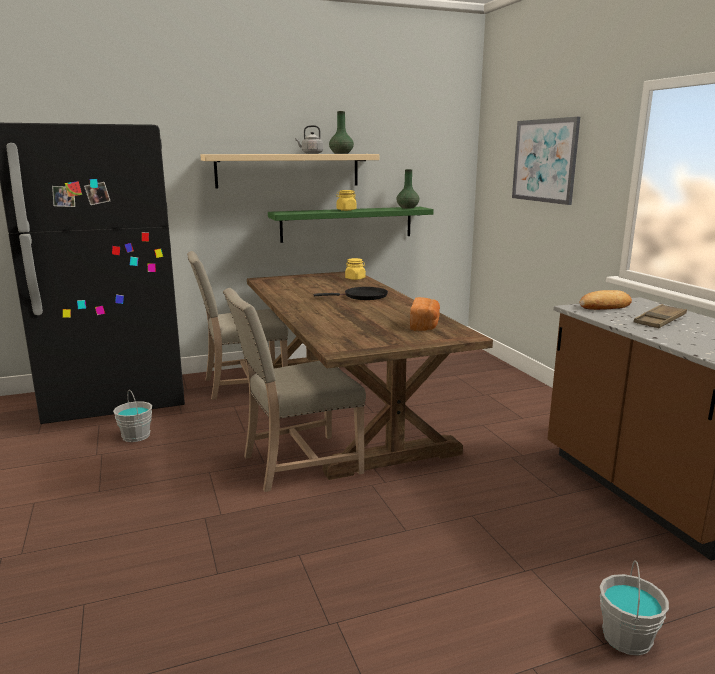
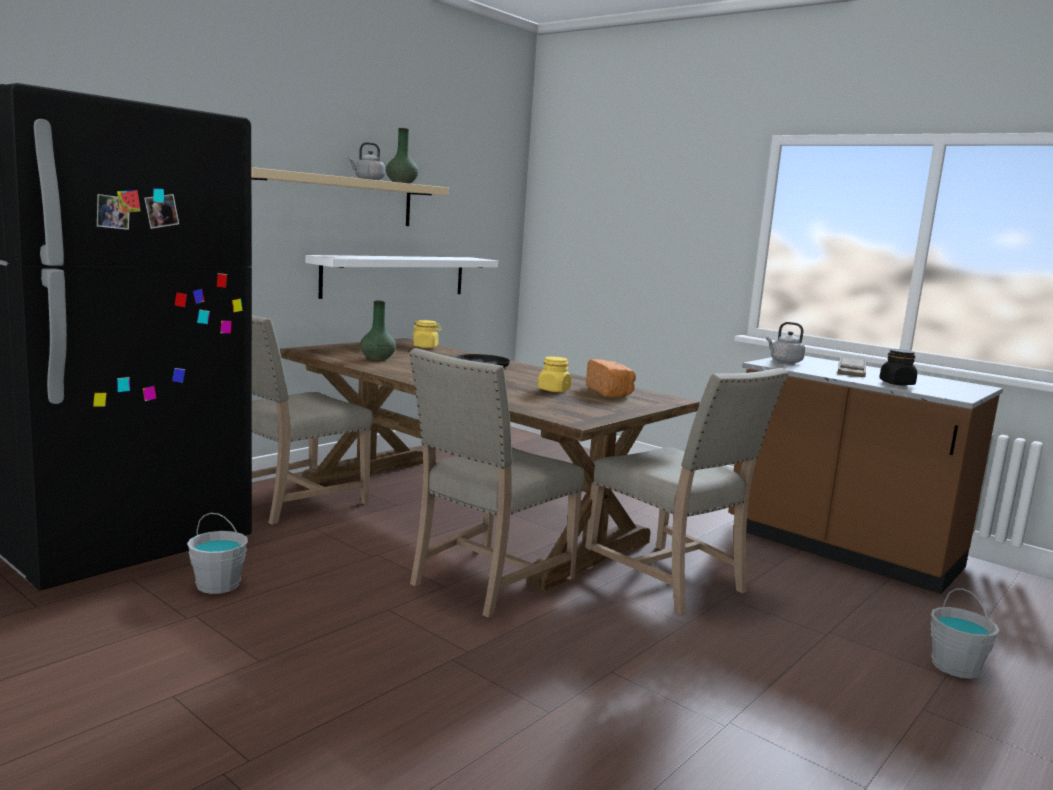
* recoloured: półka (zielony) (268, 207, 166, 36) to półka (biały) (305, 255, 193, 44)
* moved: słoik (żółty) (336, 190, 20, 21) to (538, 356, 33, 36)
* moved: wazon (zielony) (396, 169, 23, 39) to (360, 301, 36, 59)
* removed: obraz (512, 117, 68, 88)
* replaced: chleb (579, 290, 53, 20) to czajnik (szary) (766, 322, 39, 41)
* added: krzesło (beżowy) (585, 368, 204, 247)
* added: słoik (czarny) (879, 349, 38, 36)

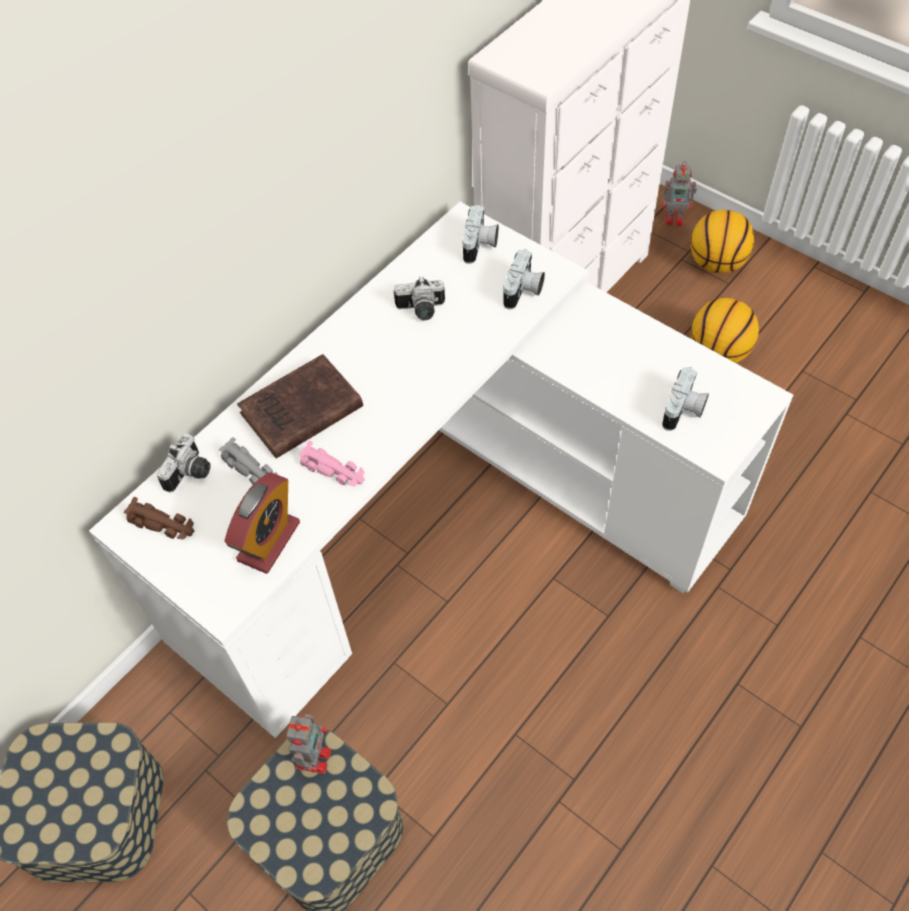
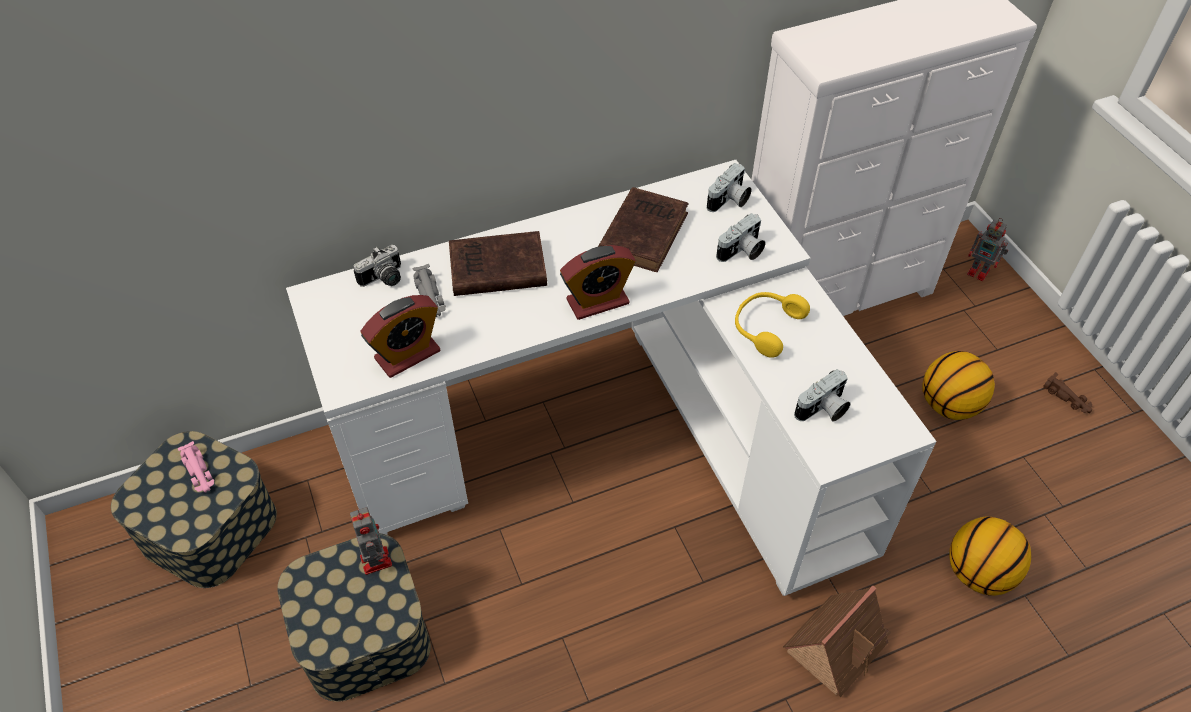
* moved: samochodzik (brązowy) (124, 497, 70, 43) to (1043, 372, 49, 41)
* turned: robot zabawkowy (286, 714, 45, 60) = (350, 507, 42, 68) 60 degrees counterclockwise
* moved: samochodzik (różowy) (299, 441, 66, 46) to (178, 441, 36, 51)
* replaced: aparat fotograficzny (394, 276, 51, 44) to książka (brązowy) (598, 187, 91, 85)
* moved: piłka do koszykówki (691, 210, 63, 63) to (950, 517, 81, 79)
* added: budzik (560, 245, 76, 75)
* added: słuchawki (żółty) (735, 292, 75, 66)
* added: domek (783, 586, 108, 111)

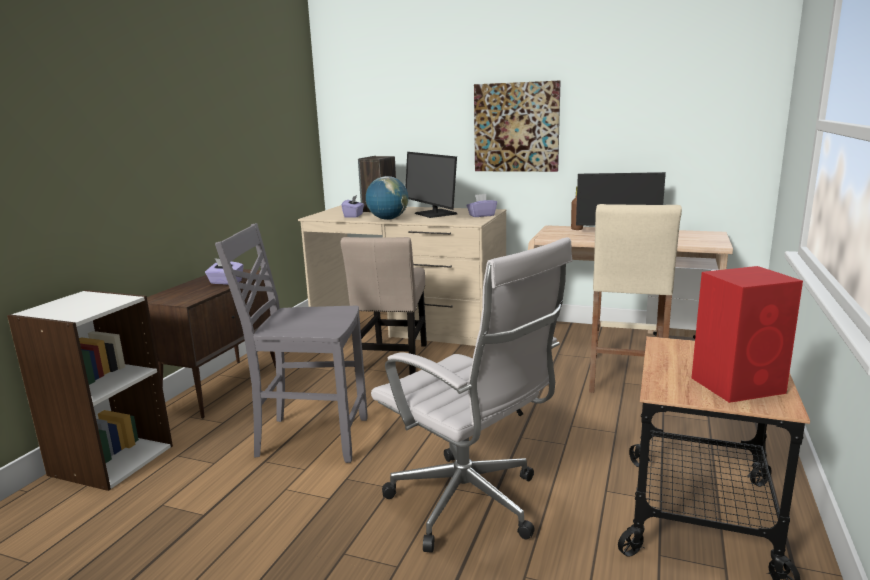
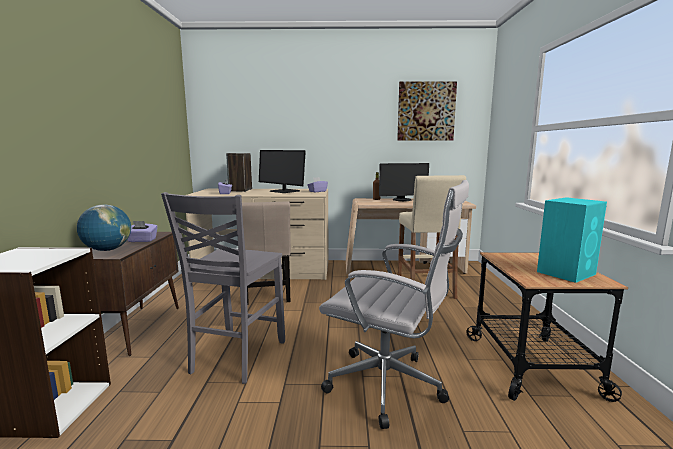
* turned: krzesło (szary) (215, 223, 153, 240) = (161, 192, 124, 192) 60 degrees counterclockwise
* moved: globus (366, 176, 42, 44) to (77, 205, 54, 46)
* moved: obraz (474, 81, 87, 91) to (397, 81, 60, 60)
* recoloured: głośnik (czerwony) (692, 266, 111, 137) to głośnik (turkusowy) (537, 197, 70, 86)

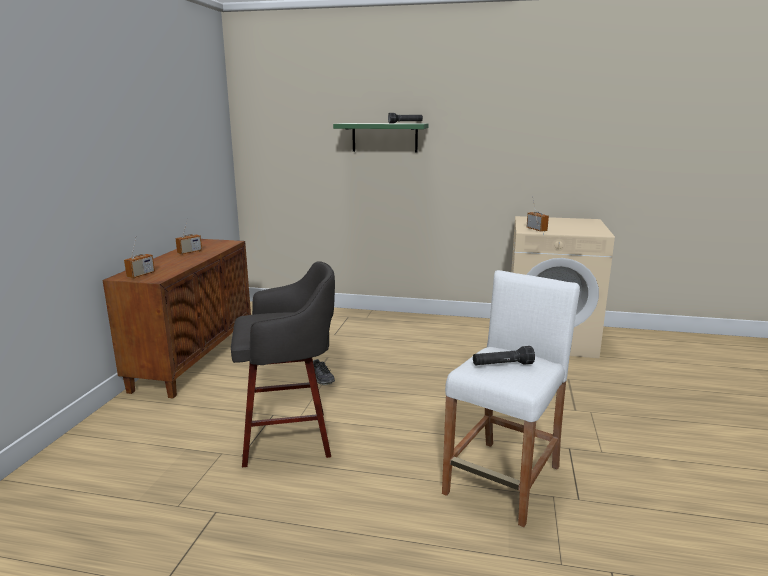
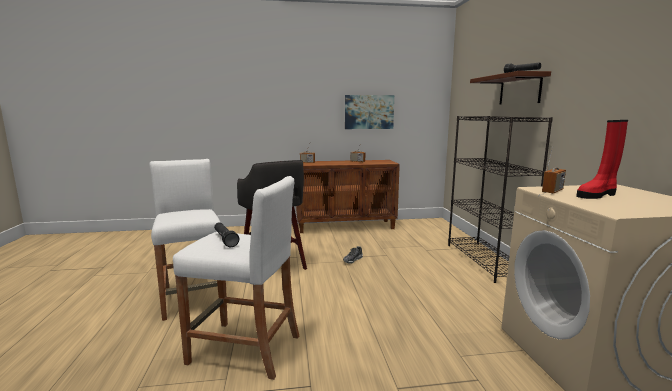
* recoloured: półka (zielony) (333, 123, 96, 30) to półka (brązowy) (470, 71, 81, 33)
* added: stołek (biały) (149, 159, 72, 162)
* added: obraz (345, 95, 49, 34)
* added: regał (czarny) (448, 116, 105, 167)
* added: but z cholewką (czerwony) (576, 120, 52, 79)

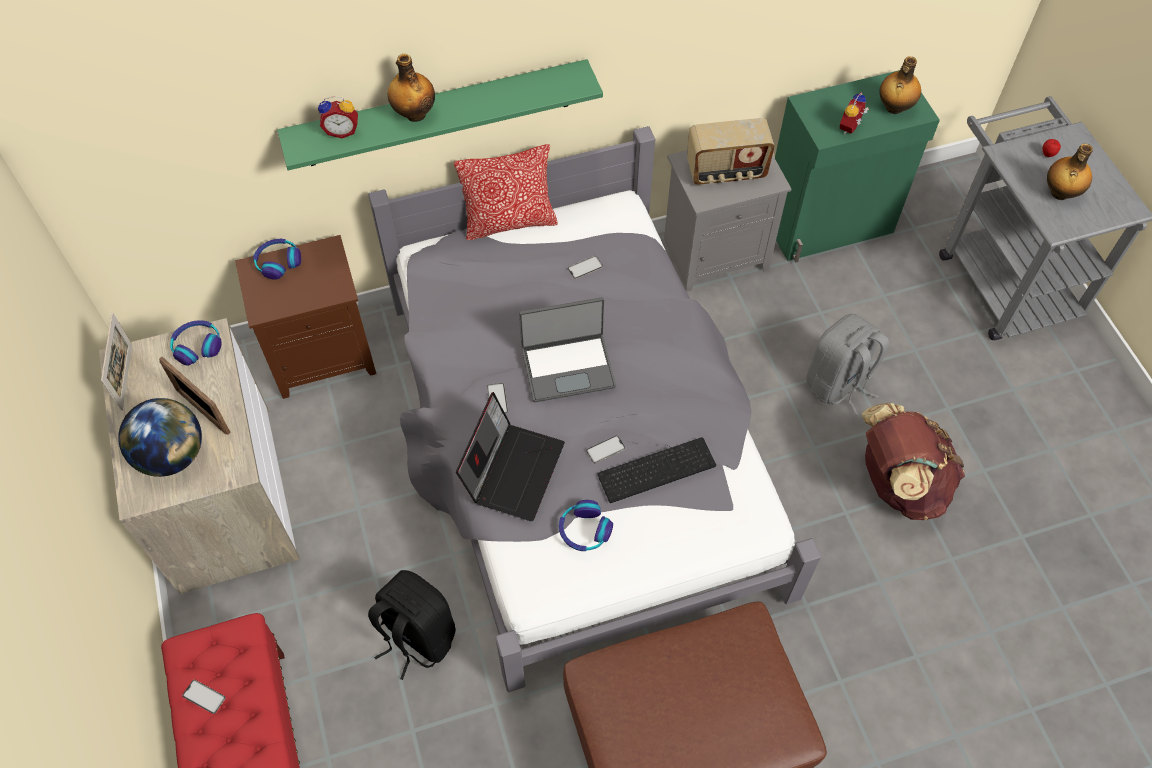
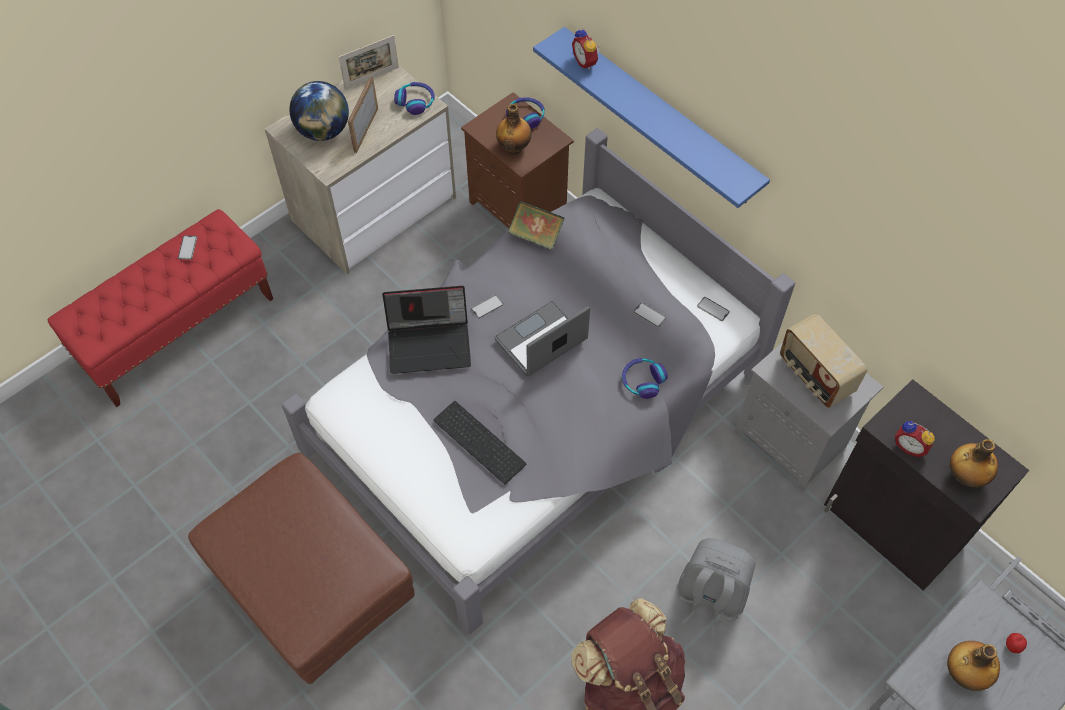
* recoloured: półka (zielony) (277, 59, 326, 111) to półka (niebieski) (533, 27, 237, 181)
* removed: plecak (czarny) (368, 570, 88, 110)
* moved: butelka (388, 54, 47, 68) to (496, 104, 35, 51)
* removed: poduszka (454, 144, 104, 96)
* turned: laptop (519, 297, 97, 105) = (494, 300, 96, 76) 90 degrees clockwise
* moved: słuchawki (559, 500, 54, 51) to (622, 358, 46, 41)
* moved: telefon (586, 435, 39, 29) to (697, 297, 33, 24)
* recoloured: szafka (zielony) (775, 70, 165, 193) to szafka (czarny) (824, 379, 205, 212)
* turned: budzik (840, 92, 29, 42) = (895, 421, 40, 36) 150 degrees counterclockwise
* added: książka (508, 201, 57, 49)

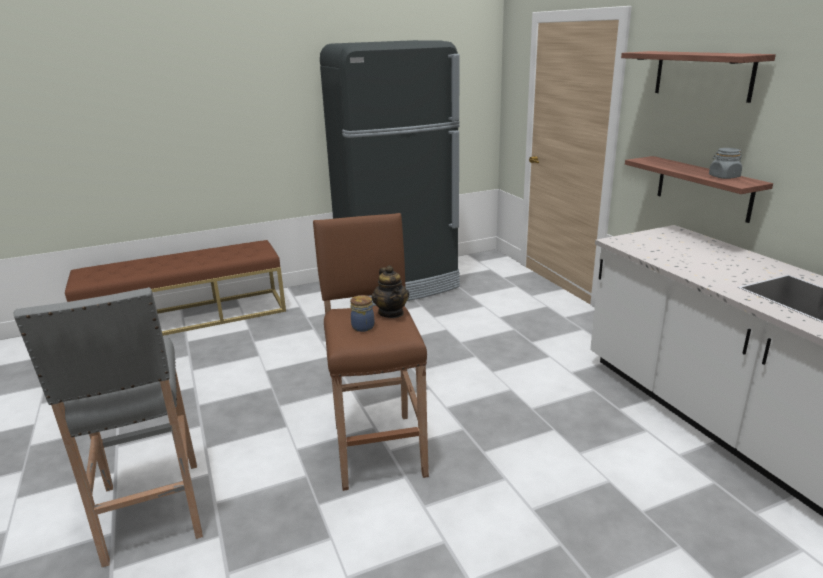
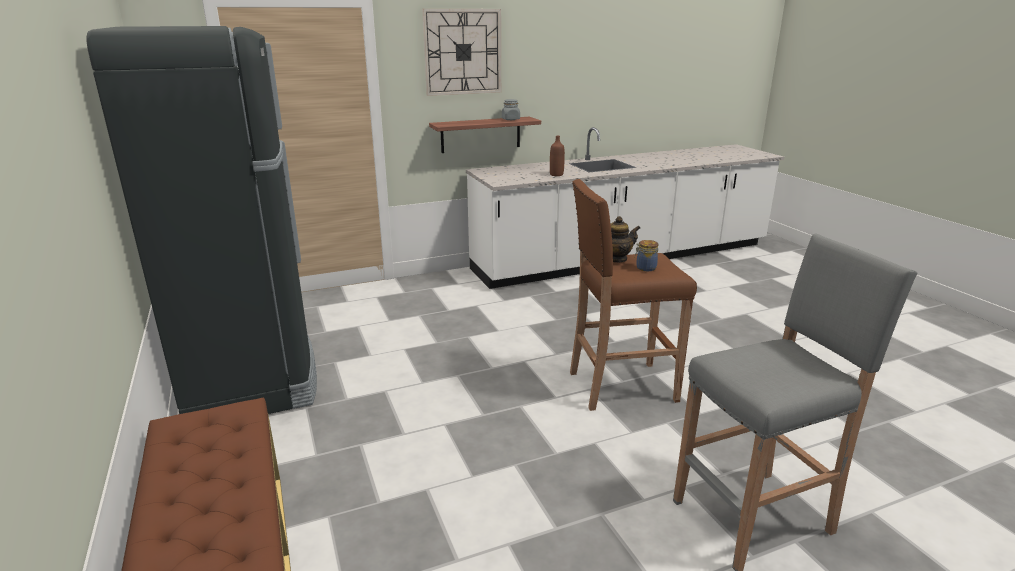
* replaced: półka (621, 51, 155, 52) to zegar ścienny (422, 9, 79, 87)
* added: butelka (brązowy) (550, 136, 15, 40)

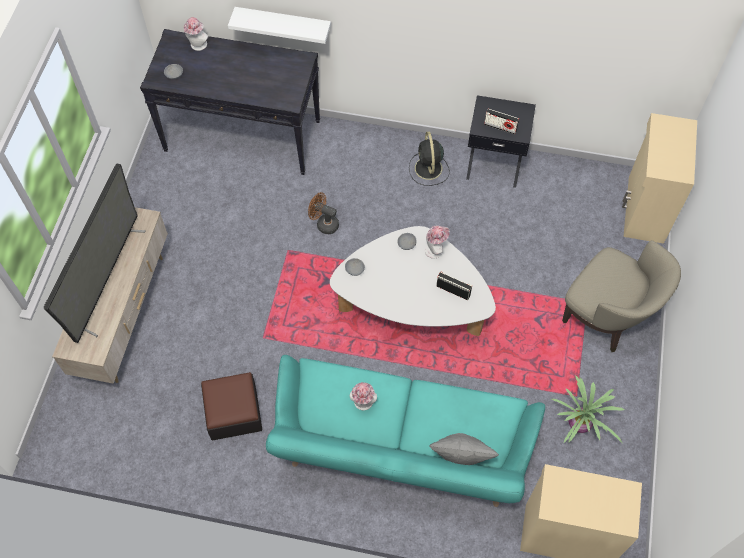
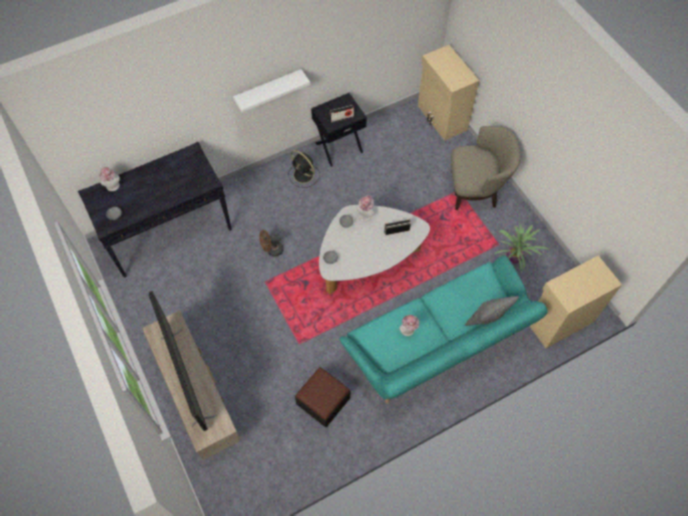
* moved: półka (biały) (228, 7, 103, 37) to (233, 69, 77, 44)

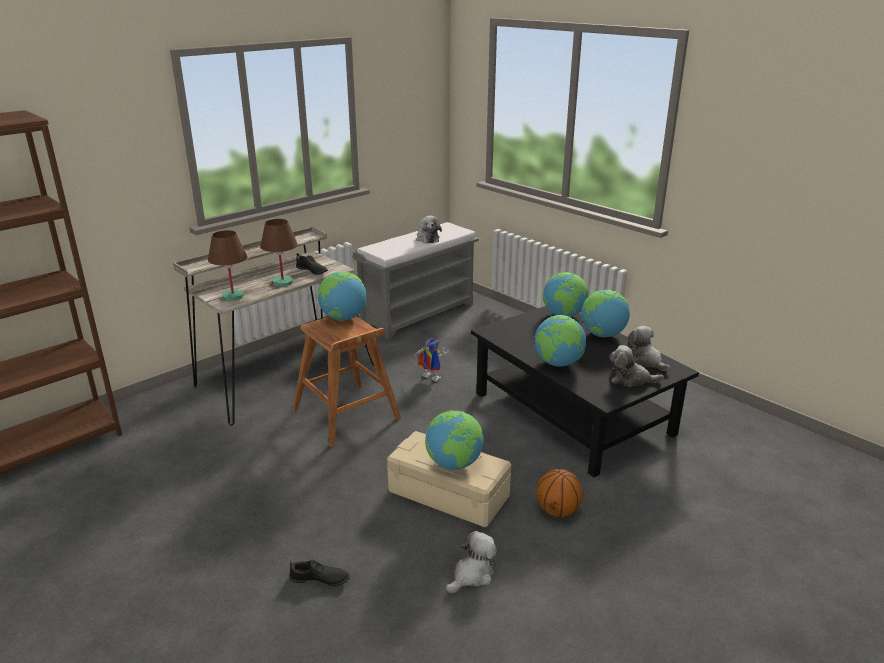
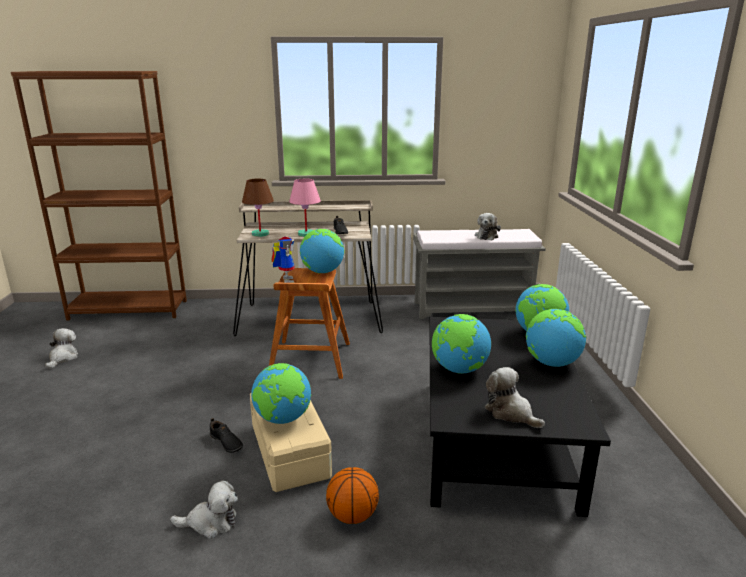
* recoloured: lampa stołowa (brązowy) (260, 219, 38, 68) to lampa stołowa (różowy) (289, 179, 32, 58)
* moved: but (czarny) (289, 560, 61, 26) to (210, 418, 33, 35)
* moved: robot zabawkowy (415, 339, 34, 42) to (271, 237, 24, 46)
* moved: pluszak (627, 326, 43, 45) to (45, 328, 33, 41)

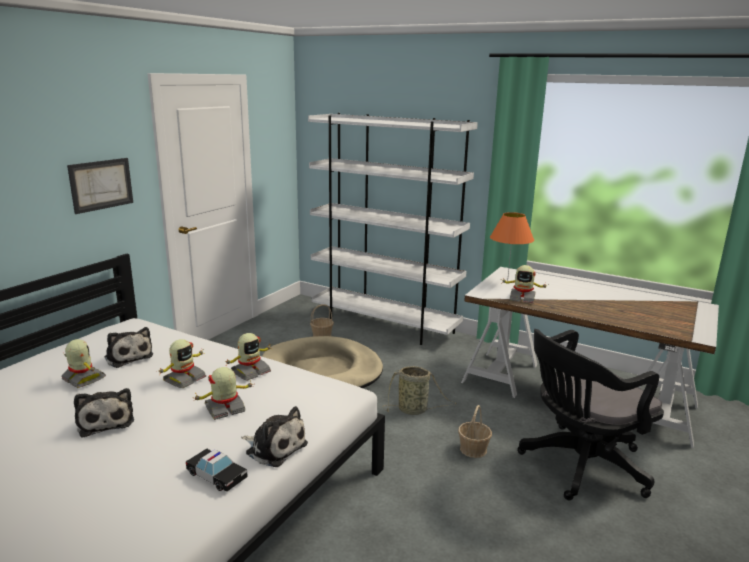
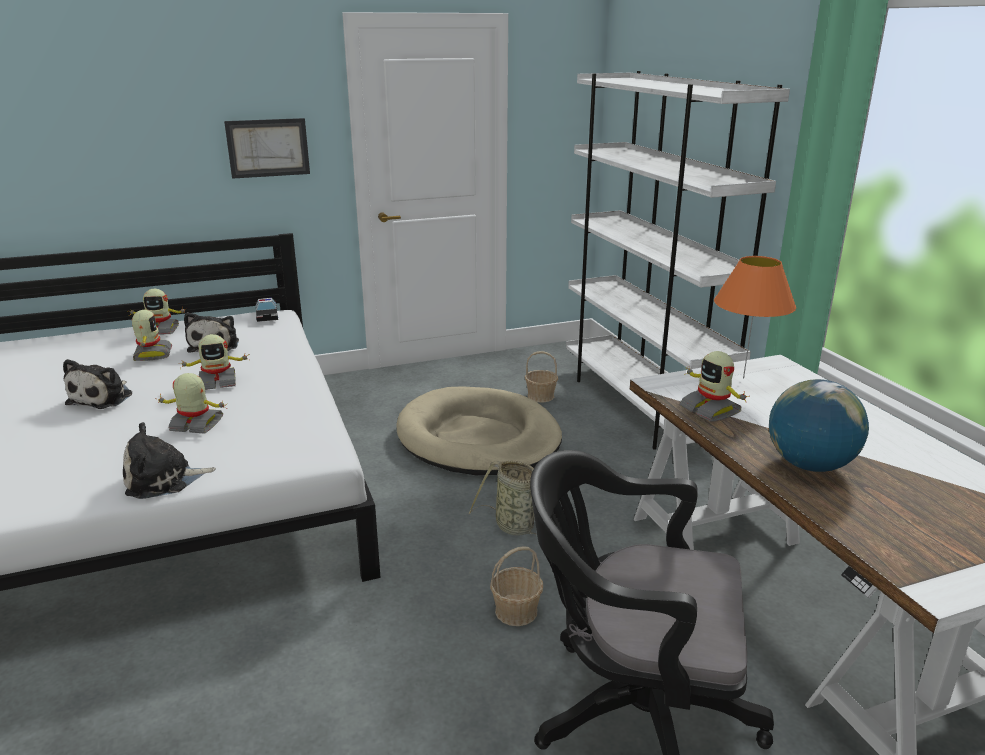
* moved: samochodzik (186, 448, 62, 43) to (256, 298, 22, 24)
* moved: robot zabawkowy (225, 333, 47, 48) to (129, 289, 58, 46)
* turned: pluszak (241, 406, 67, 61) = (123, 422, 93, 77) 90 degrees clockwise
* added: globus (769, 379, 100, 93)

